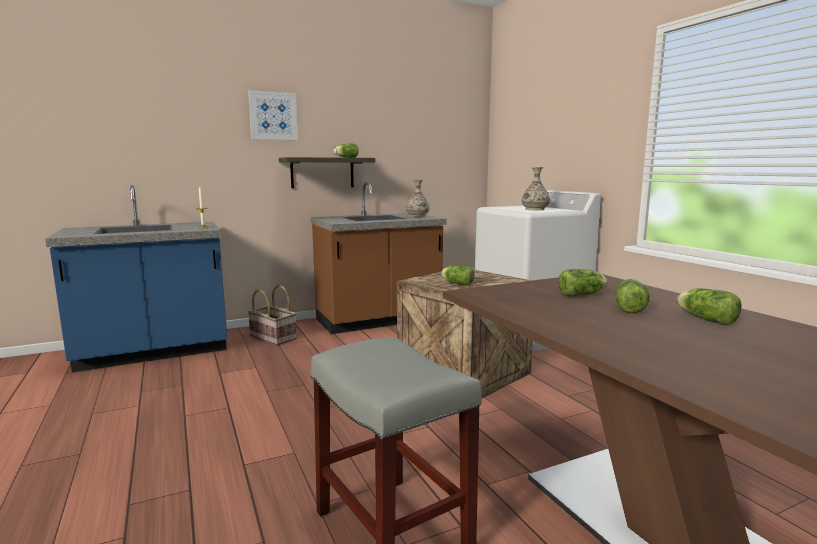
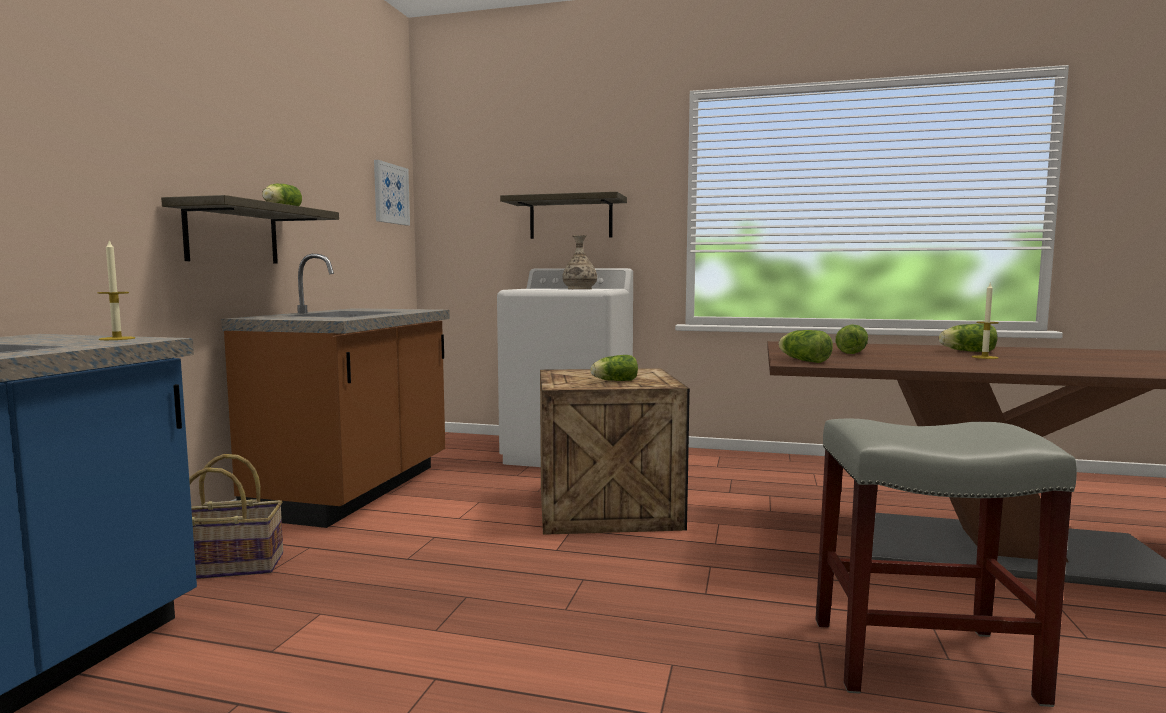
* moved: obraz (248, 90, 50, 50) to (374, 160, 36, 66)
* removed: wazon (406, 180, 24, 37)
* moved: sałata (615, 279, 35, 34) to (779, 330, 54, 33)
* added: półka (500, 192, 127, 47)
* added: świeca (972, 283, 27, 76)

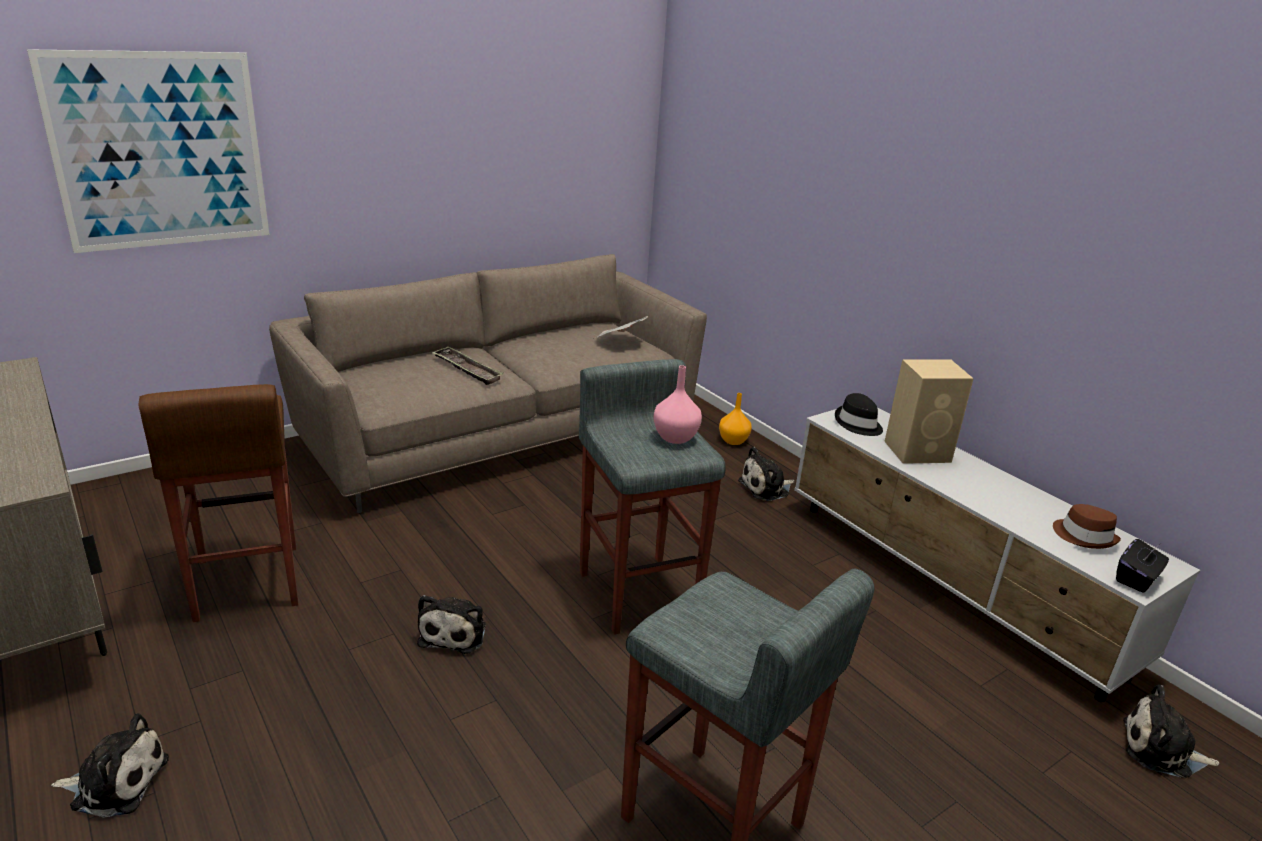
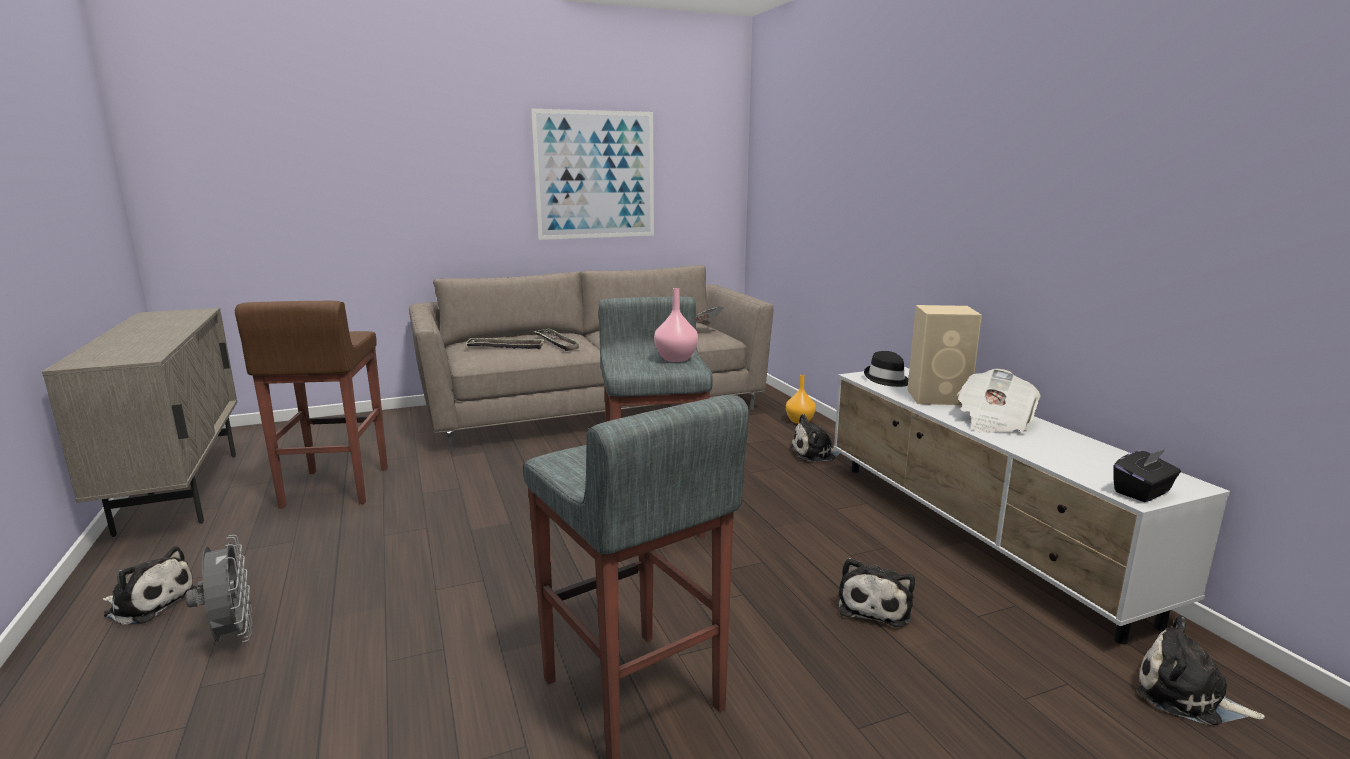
* moved: obraz (27, 49, 242, 204) to (531, 109, 123, 131)
* moved: pluszak (417, 595, 69, 59) to (839, 558, 76, 69)
* removed: kapelusz (brązowy) (1053, 504, 68, 45)
* added: wentylator (szary) (186, 535, 67, 108)
* added: taca (465, 338, 79, 11)
* added: gazeta (957, 369, 84, 64)

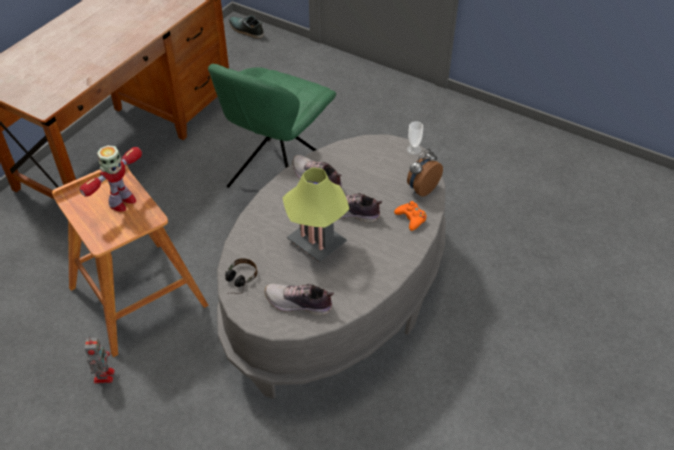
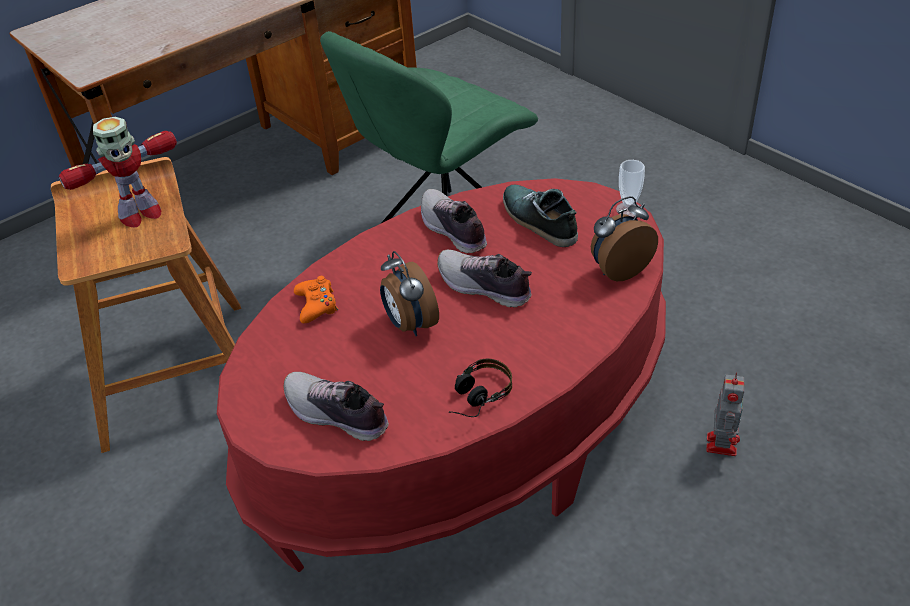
* moved: robot zabawkowy (84, 337, 30, 46) to (706, 372, 39, 84)
* recoloured: ława (szary) (217, 134, 229, 265) to ława (czerwony) (217, 178, 449, 394)
* moved: słuchawki (225, 258, 32, 36) to (449, 358, 63, 59)
* moved: but (229, 15, 35, 24) to (503, 185, 75, 62)
* replaced: lampa stołowa (283, 168, 66, 94) to budzik (380, 251, 59, 85)
* moved: pad do gier (pomarańczowy) (394, 201, 33, 30) to (294, 276, 44, 47)

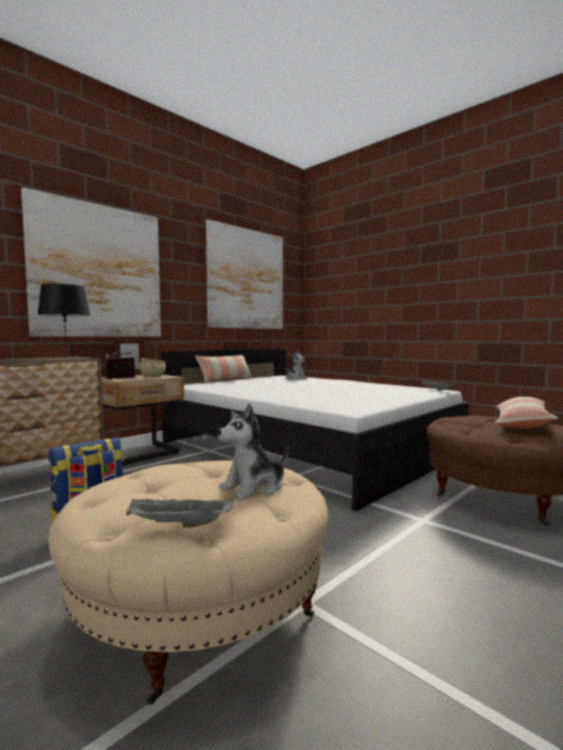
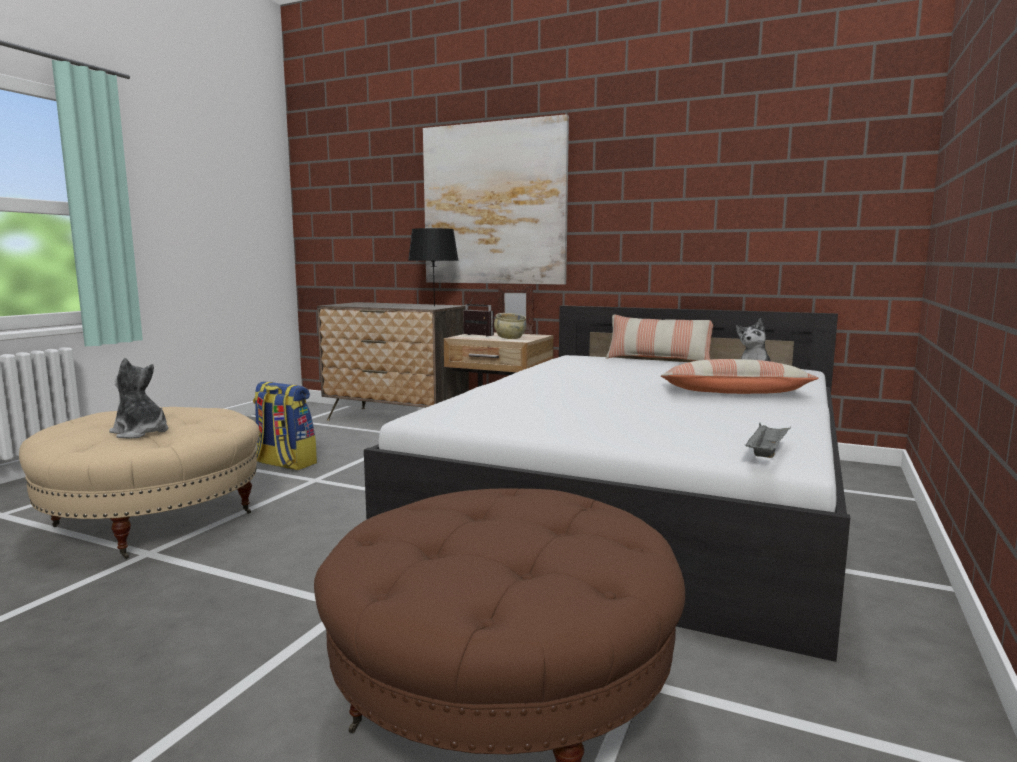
* removed: taca (szary) (126, 498, 107, 30)
* removed: obraz (206, 219, 77, 110)
* moved: poduszka (494, 397, 65, 31) to (661, 359, 158, 35)

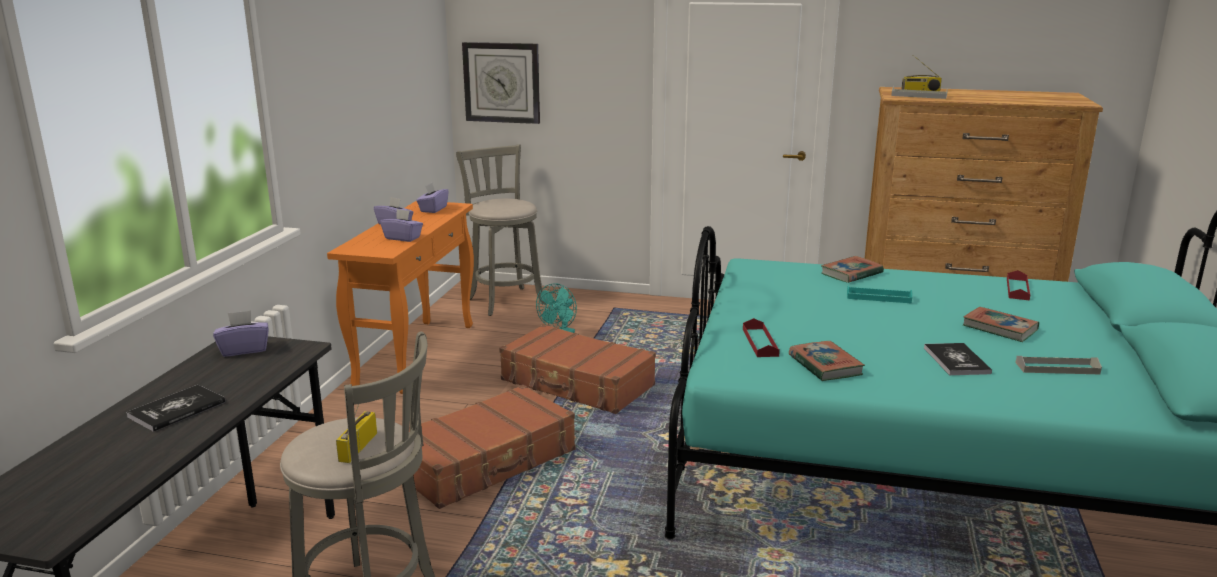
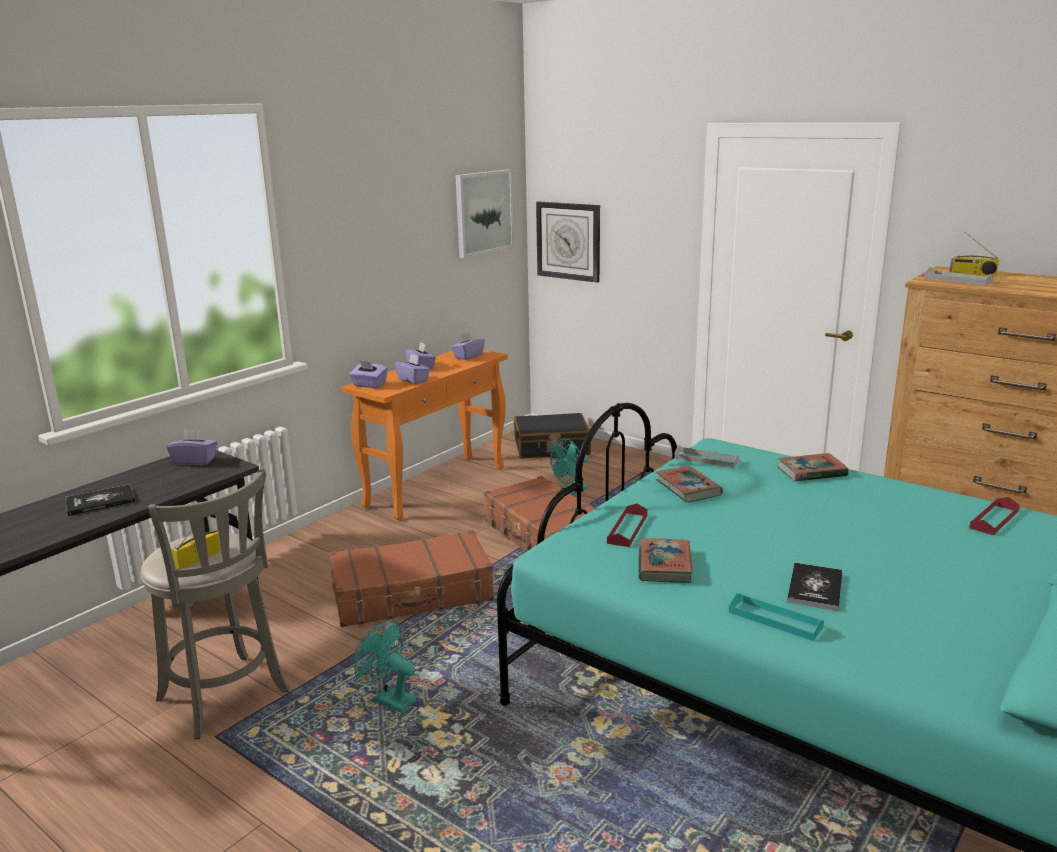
* replaced: stołek (szary) (456, 144, 90, 172) to walizka (czarny) (514, 413, 77, 45)
* moved: taca (turkusowy) (847, 285, 65, 18) to (729, 593, 95, 48)
* moved: książka (963, 307, 76, 35) to (656, 466, 67, 37)
* moved: taca (szary) (1015, 356, 87, 18) to (674, 445, 65, 23)
* added: pudełko chusteczek (fioletowy) (349, 360, 39, 28)
* added: wentylator (turkusowy) (354, 620, 62, 93)
* added: obraz (455, 169, 59, 89)

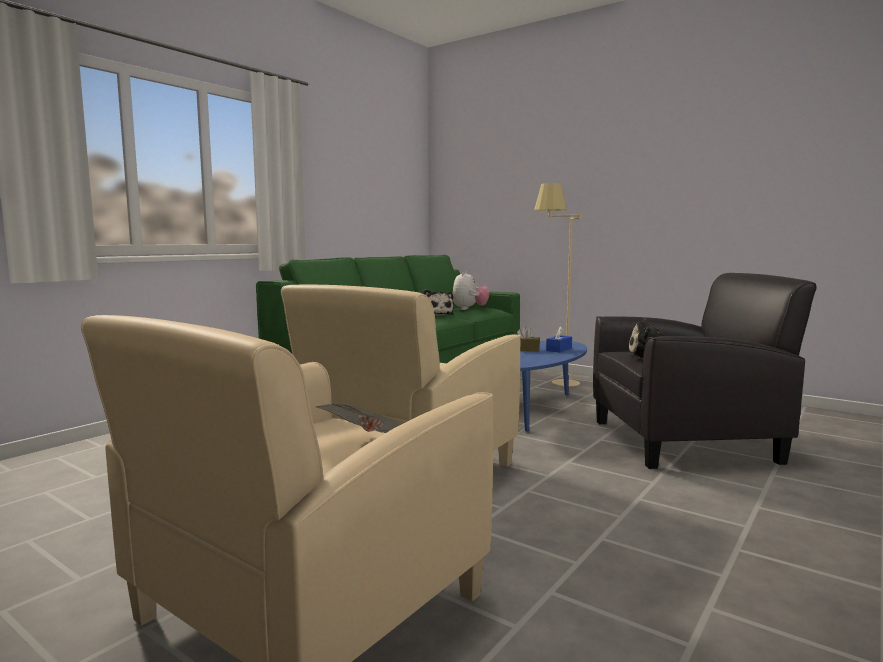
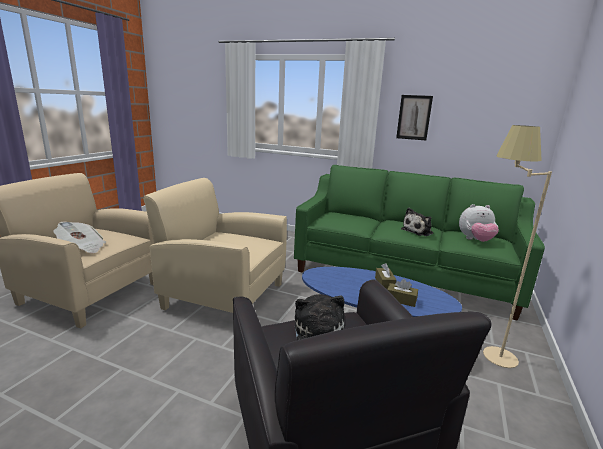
* recoloured: pudełko chusteczek (niebieski) (546, 326, 26, 27) to pudełko chusteczek (brązowy) (387, 279, 31, 28)
* added: obraz (396, 95, 37, 45)

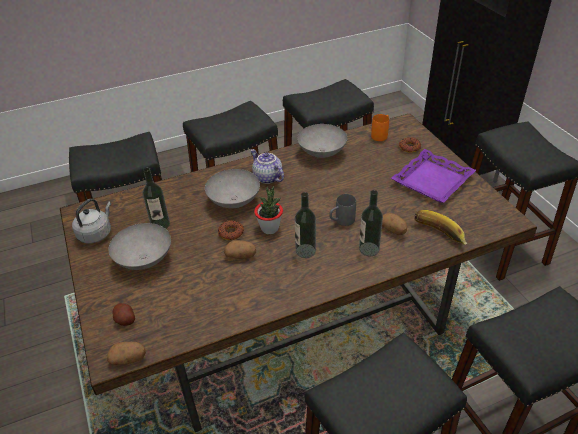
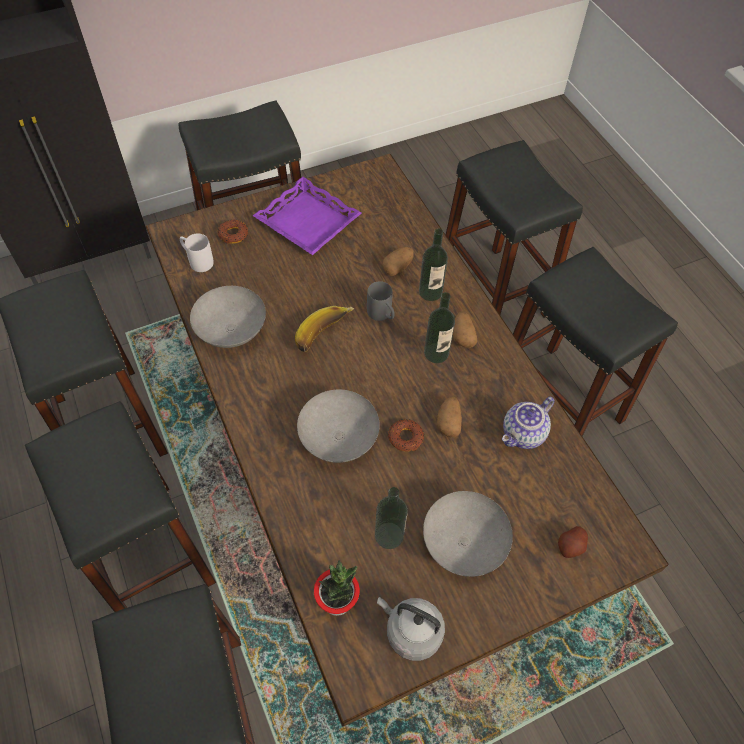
* moved: ziemniak (107, 342, 39, 23) to (453, 311, 24, 37)
* moved: imbryk (251, 149, 33, 35) to (502, 396, 52, 53)
* moved: roślina doniczkowa (254, 186, 29, 48) to (314, 560, 46, 56)
* recoloured: kubek (pomarańczowy) (371, 114, 18, 27) to kubek (biały) (180, 234, 34, 38)
* moved: banan (414, 210, 53, 35) to (295, 306, 59, 46)

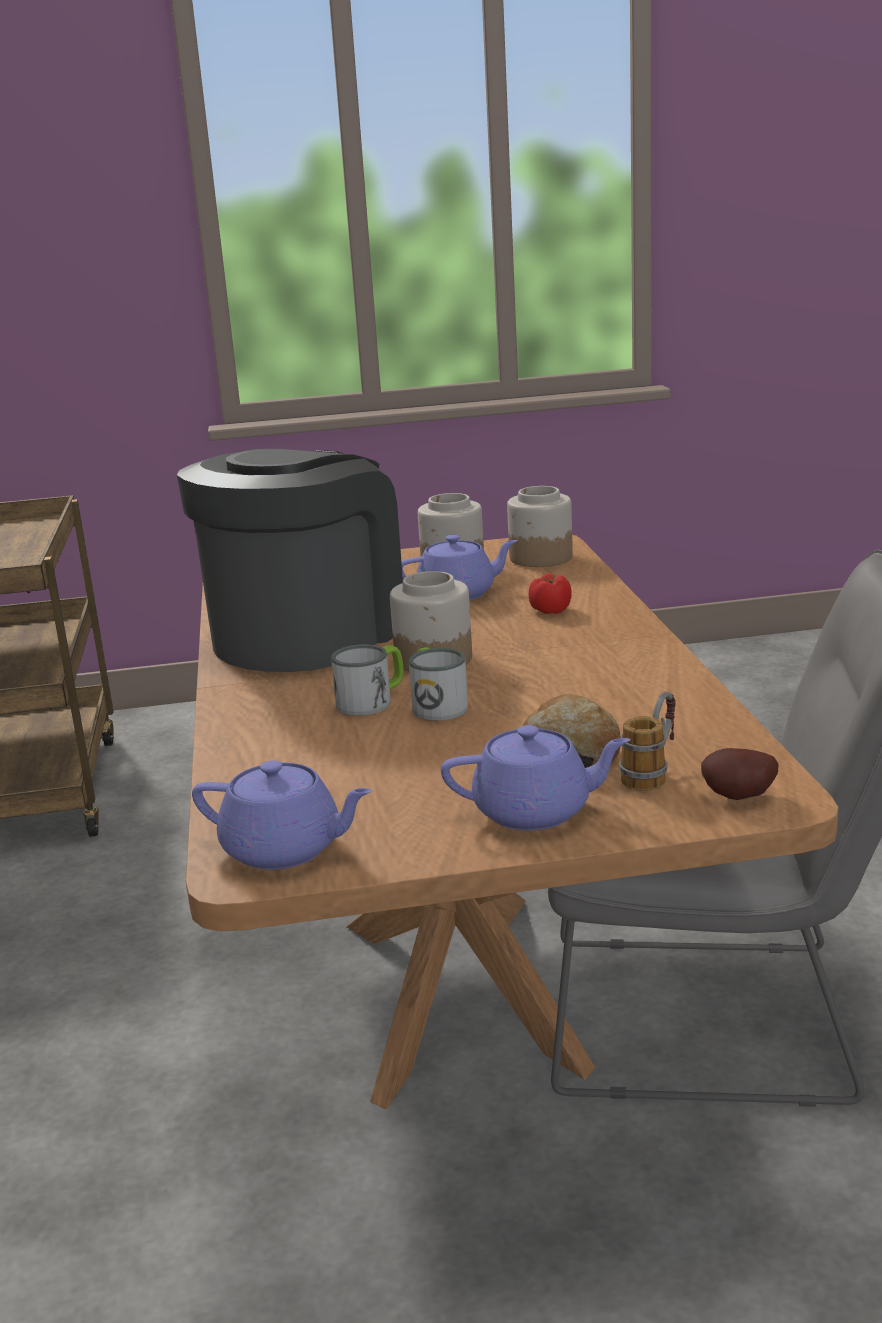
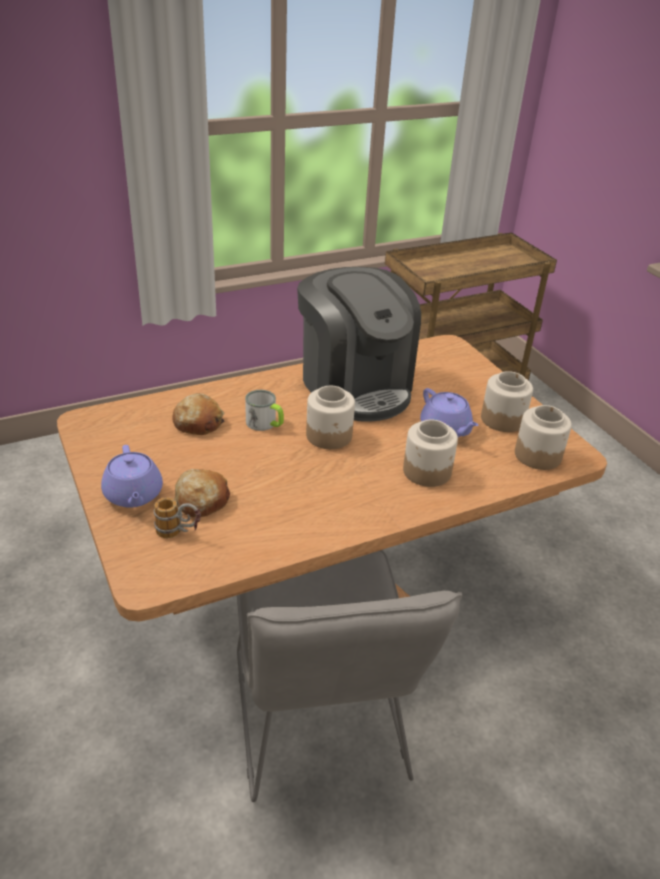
* turned: ekspres do kawy (177, 449, 226, 223) = (297, 267, 124, 155) 45 degrees clockwise
* removed: imbryk (fioletowy) (192, 760, 180, 109)
* removed: kubek (409, 647, 59, 73)
* replaced: pomidor (528, 574, 44, 40) to słoik (403, 420, 55, 67)
* removed: ziemniak (701, 748, 77, 52)
* added: chleb (172, 393, 53, 42)

